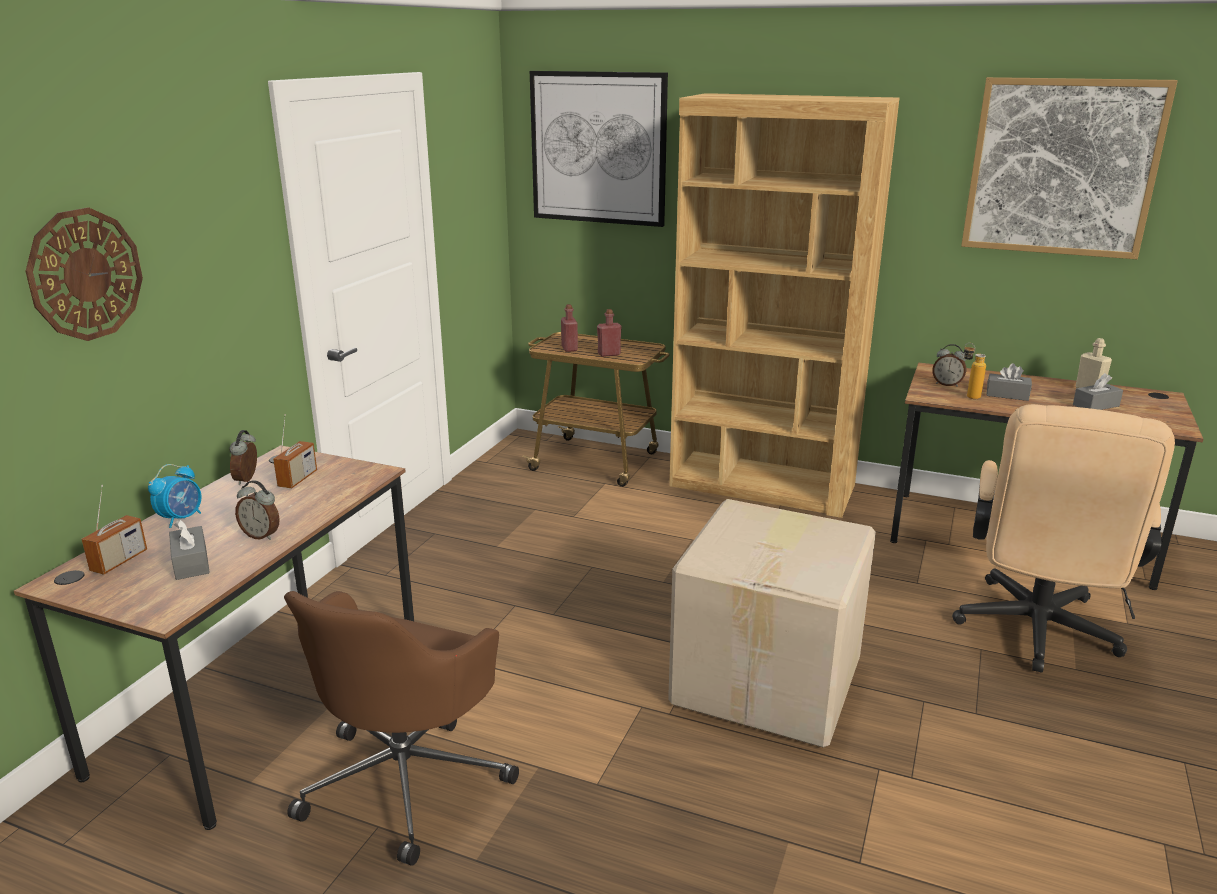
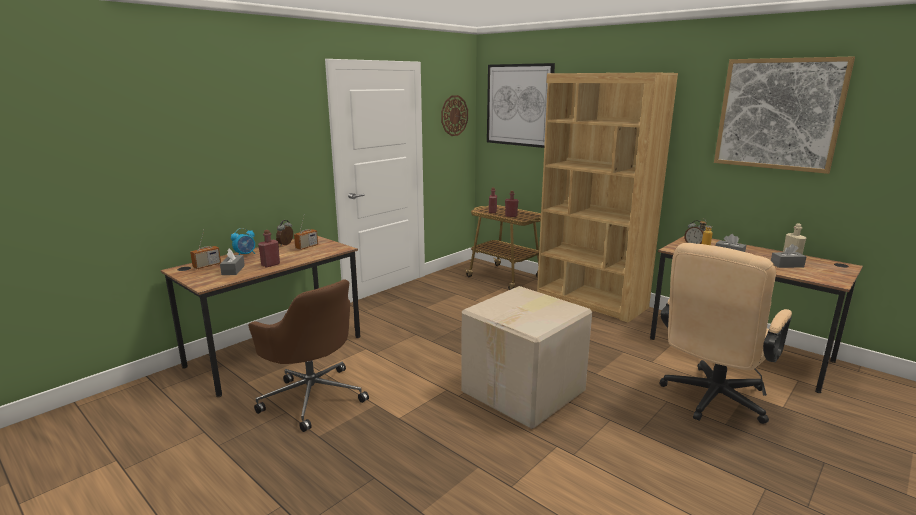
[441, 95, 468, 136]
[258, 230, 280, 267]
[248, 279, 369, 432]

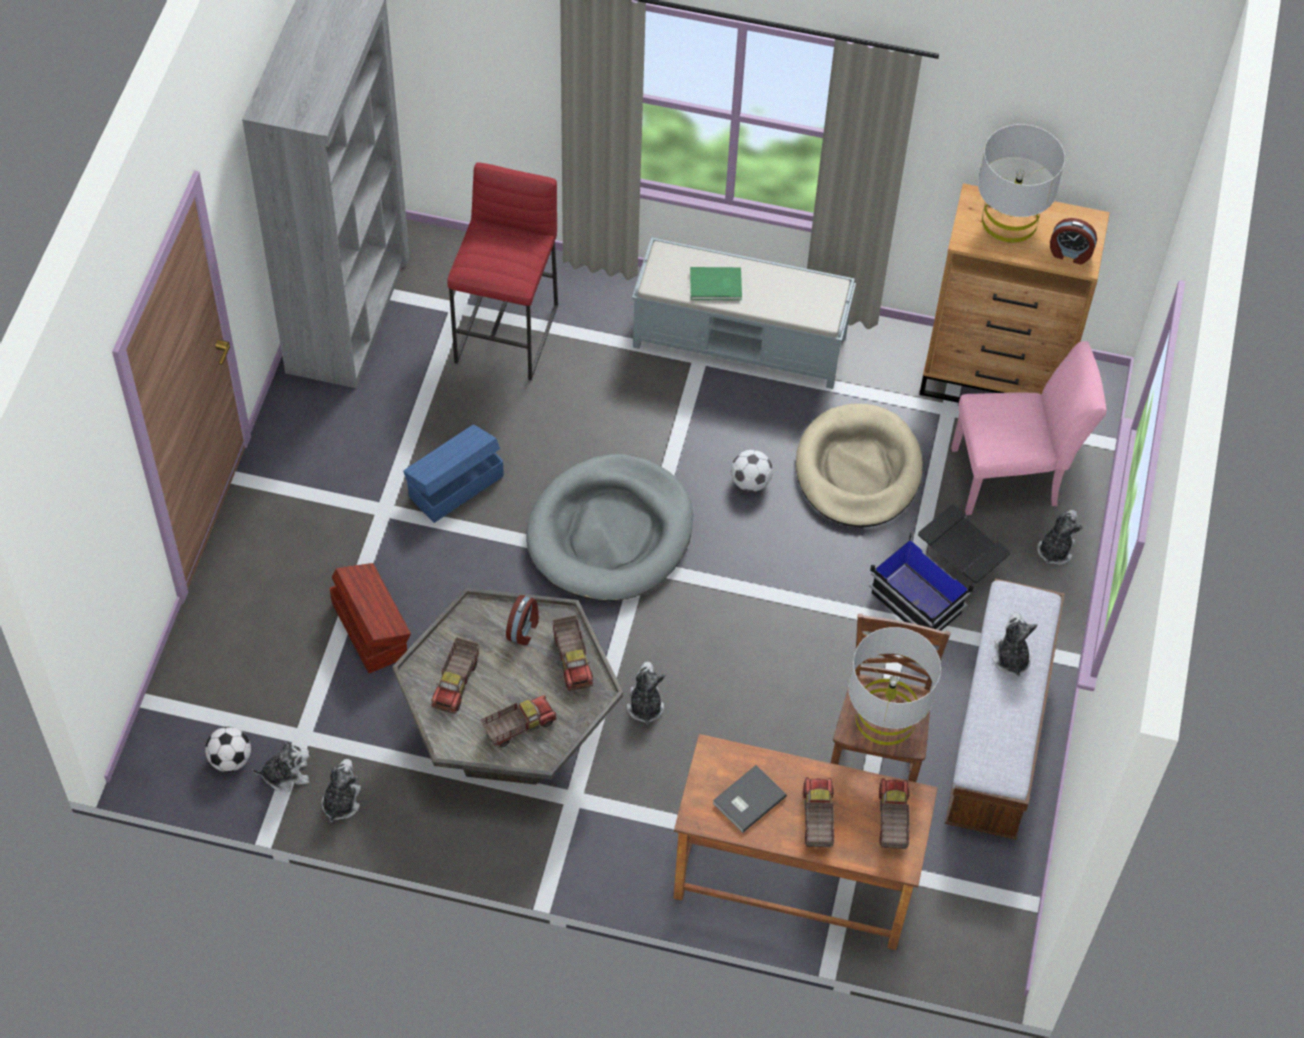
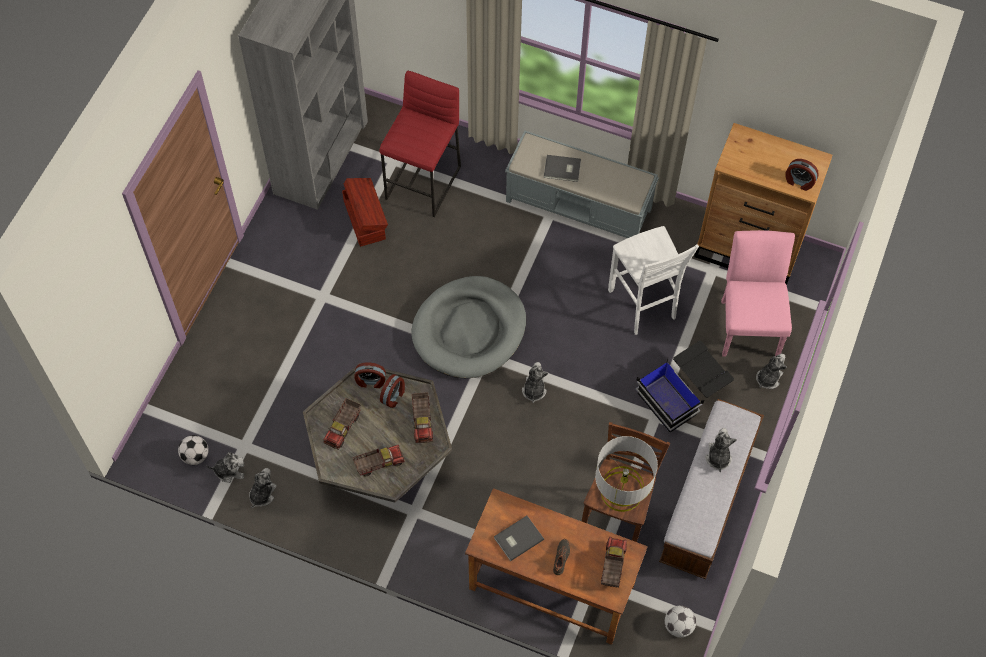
[342, 178, 388, 247]
[403, 424, 504, 523] (first image)
[522, 362, 548, 403]
[544, 155, 581, 182]
[665, 605, 696, 638]
[608, 226, 699, 335]
[553, 539, 570, 575]
[721, 230, 795, 356]
[978, 124, 1065, 243] (first image)
[354, 362, 386, 388]

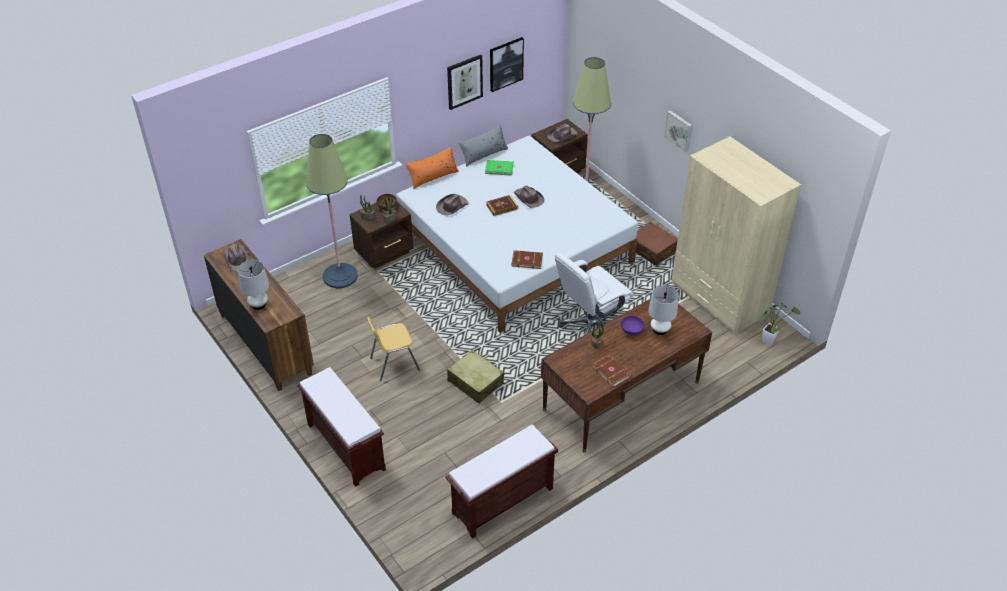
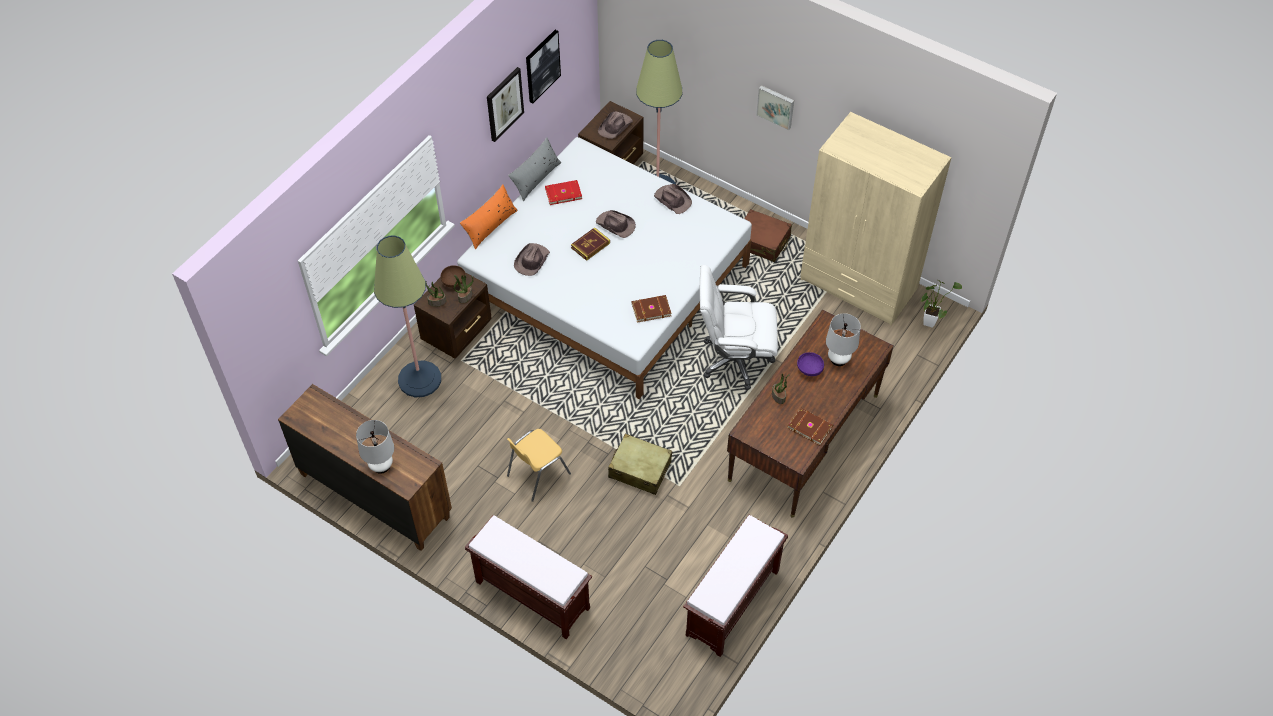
[654, 184, 692, 214]
[545, 180, 582, 205]
[700, 265, 778, 390]

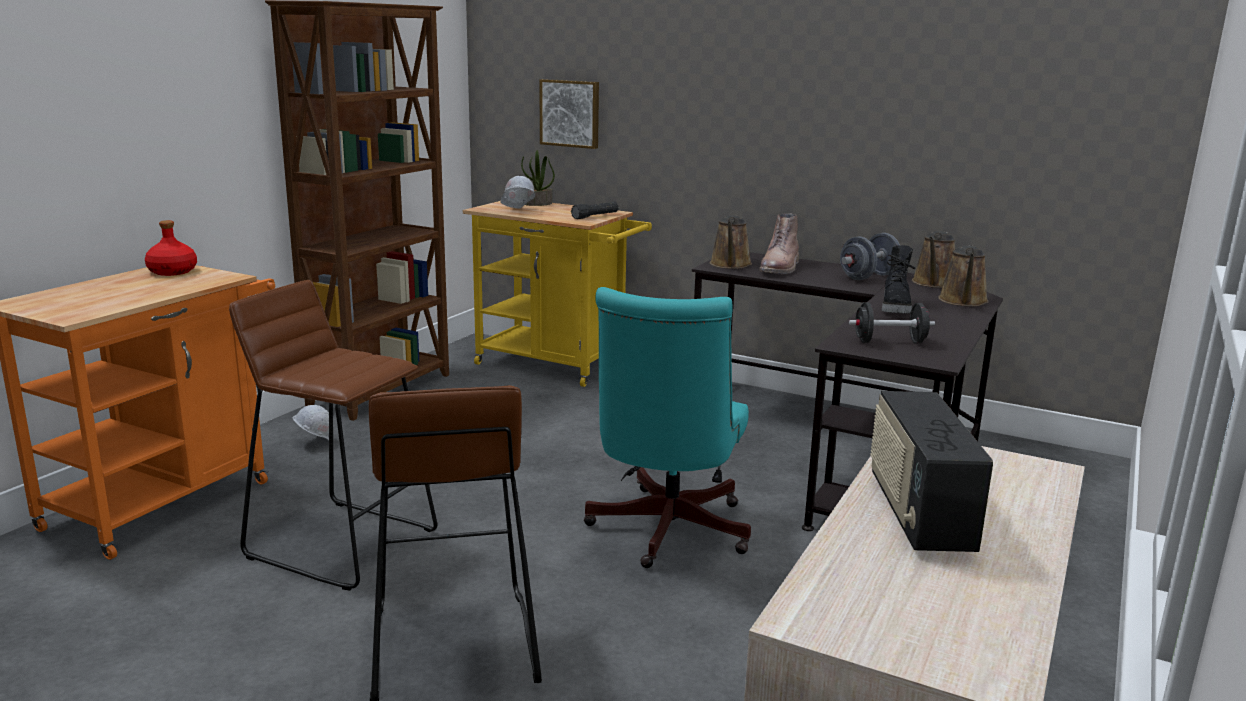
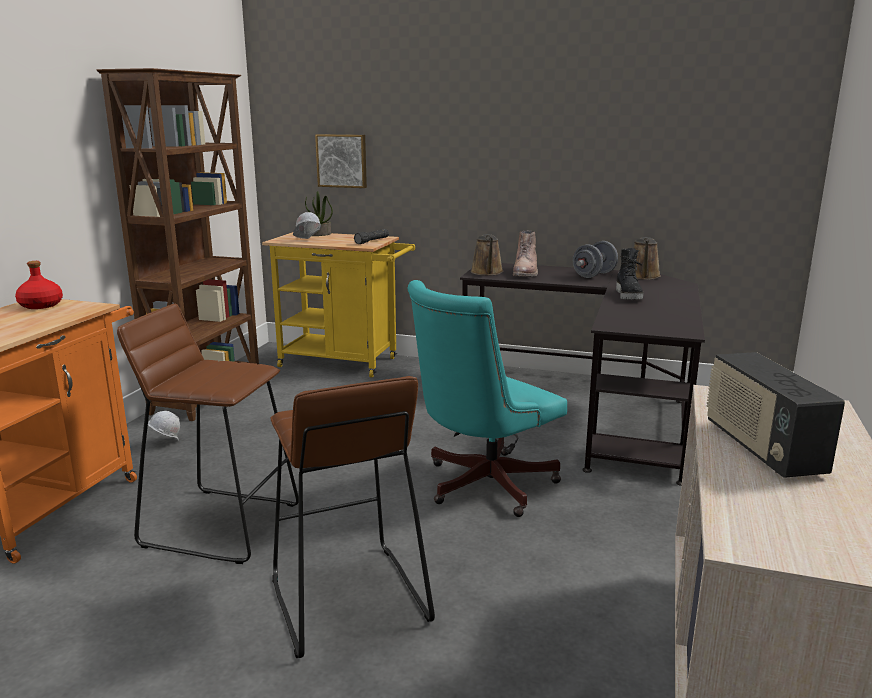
[407, 280, 567, 517]
[849, 302, 935, 344] (first image)
[938, 245, 989, 307] (first image)

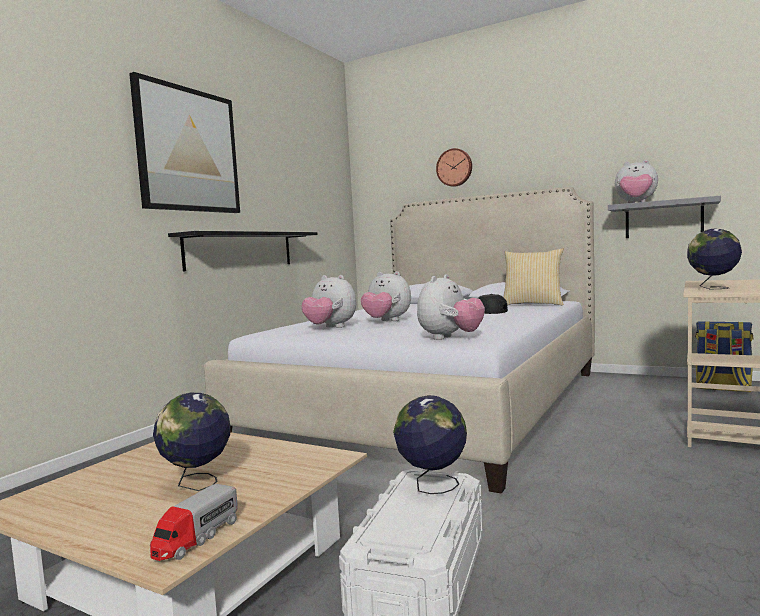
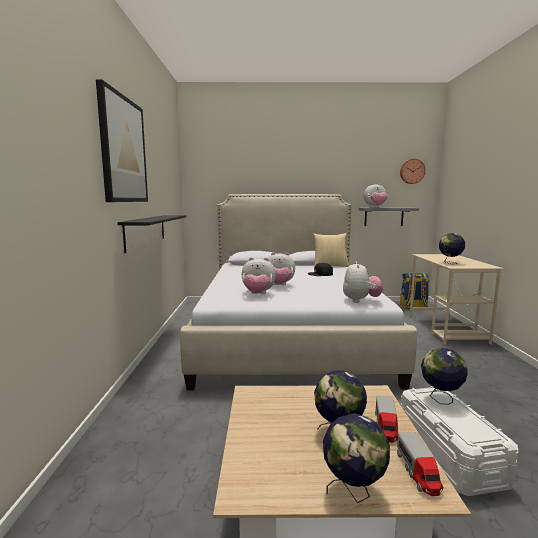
[400, 159, 426, 184]
[323, 413, 390, 503]
[375, 395, 398, 443]

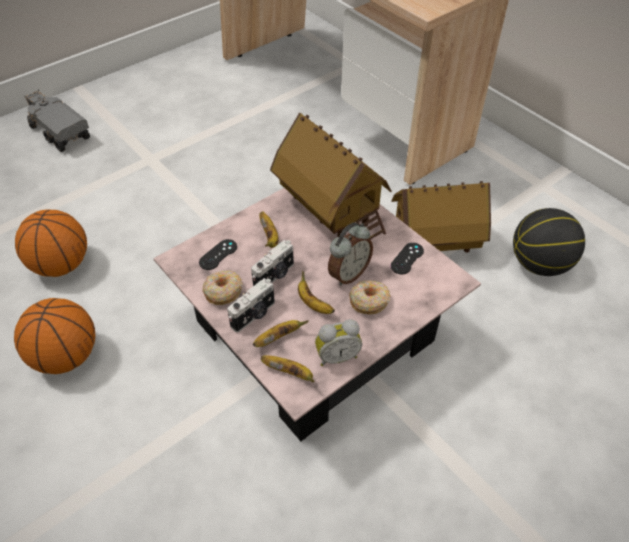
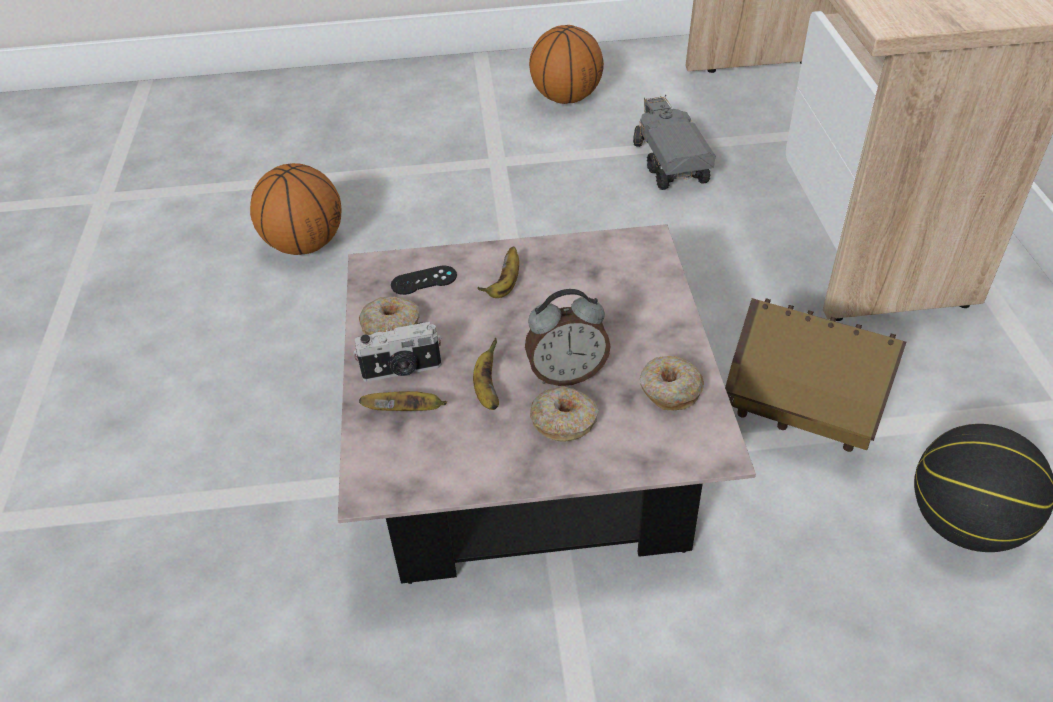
[529, 25, 604, 104]
[633, 95, 716, 190]
[251, 240, 294, 286] (first image)
[261, 355, 314, 382] (first image)
[270, 112, 392, 240] (first image)
[315, 319, 362, 366] (first image)
[640, 356, 704, 410]

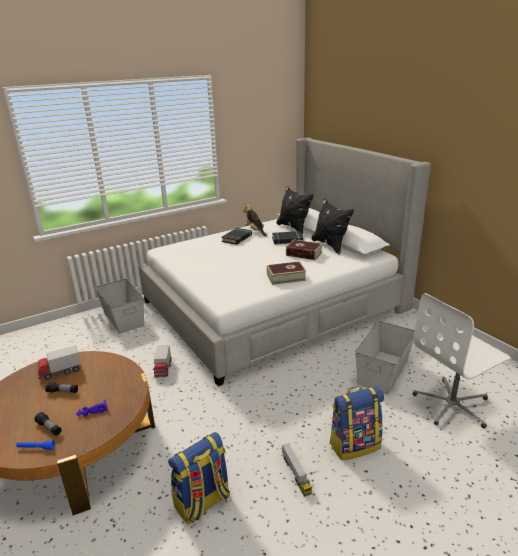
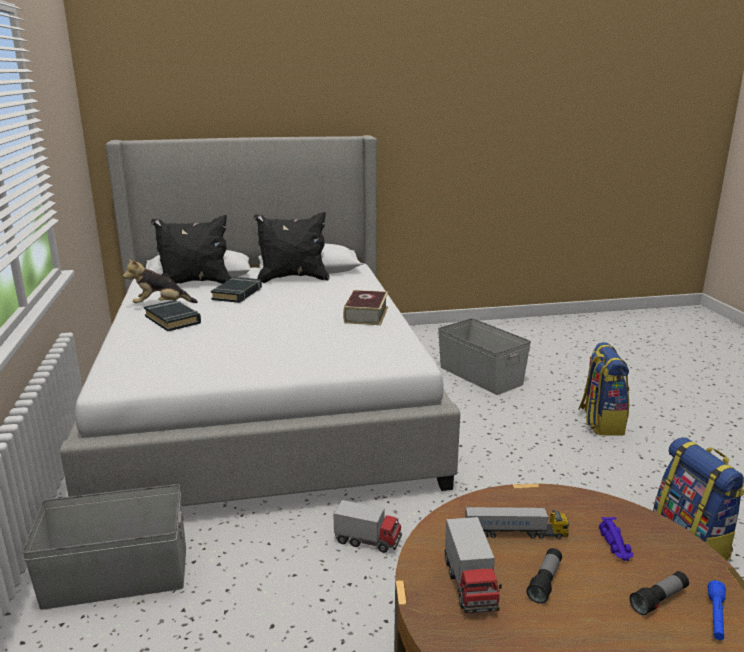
[465, 507, 570, 539]
[286, 239, 323, 260] (first image)
[413, 293, 511, 428] (first image)

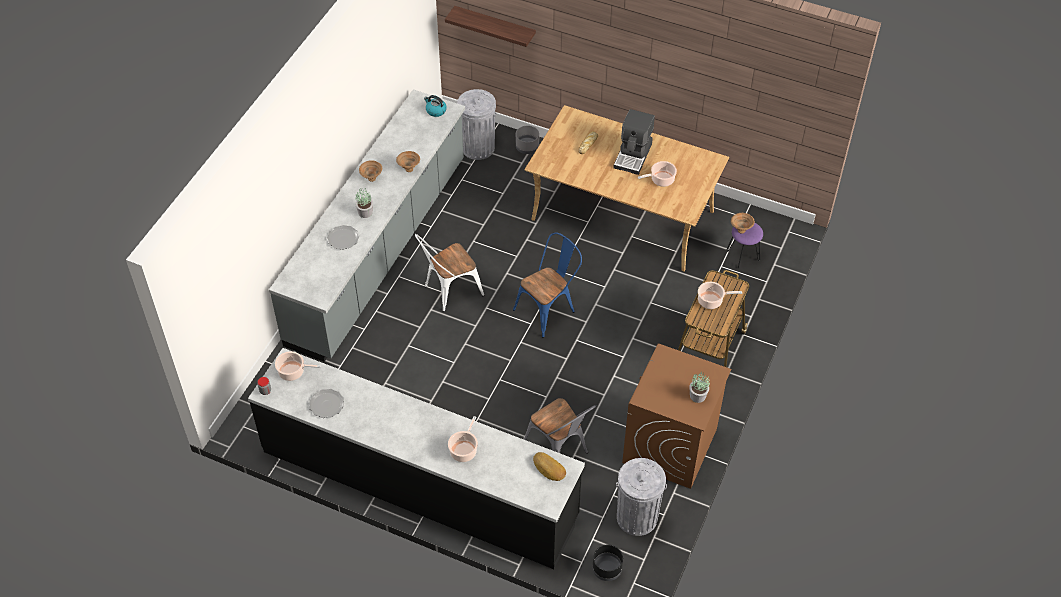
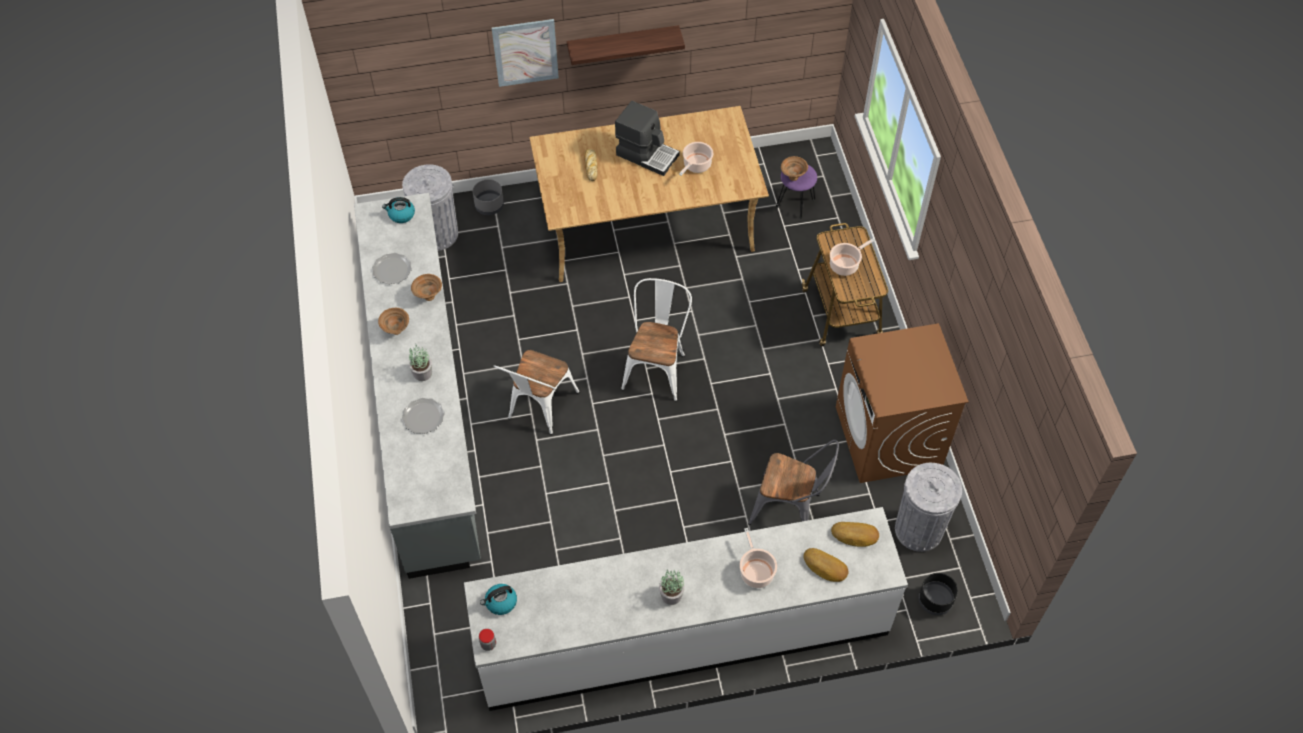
[464, 507, 908, 711]
[480, 584, 517, 615]
[372, 253, 412, 285]
[567, 25, 685, 65]
[621, 278, 692, 402]
[615, 101, 680, 176]
[659, 570, 685, 605]
[492, 19, 559, 87]
[803, 548, 848, 582]

